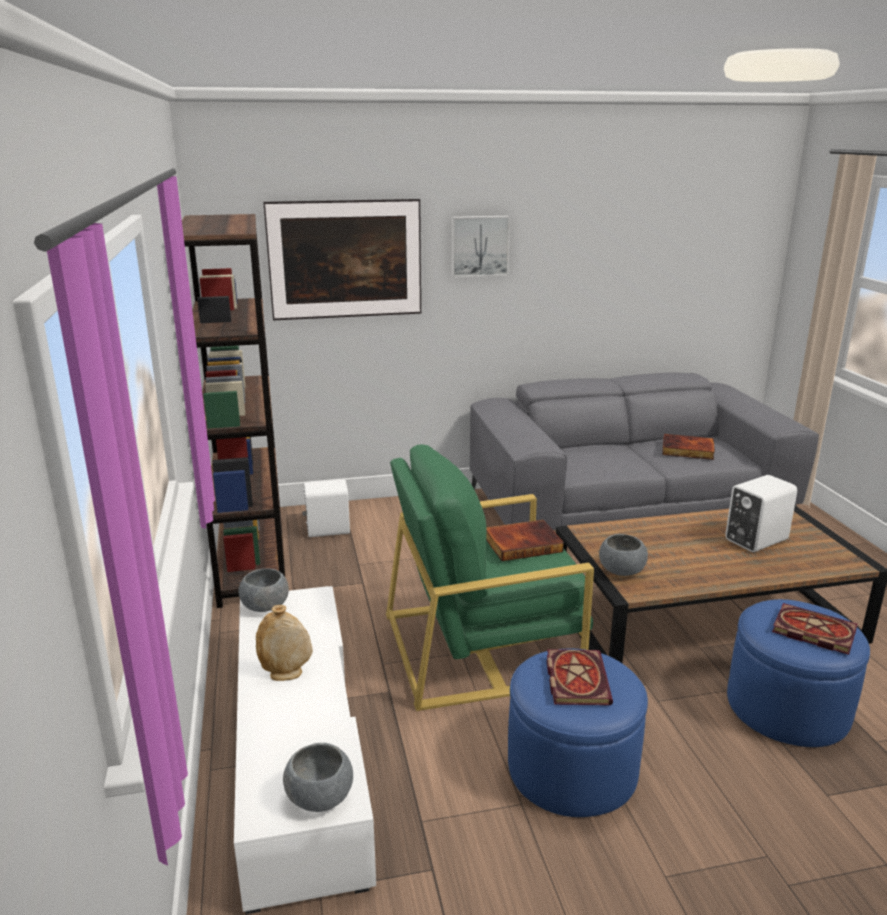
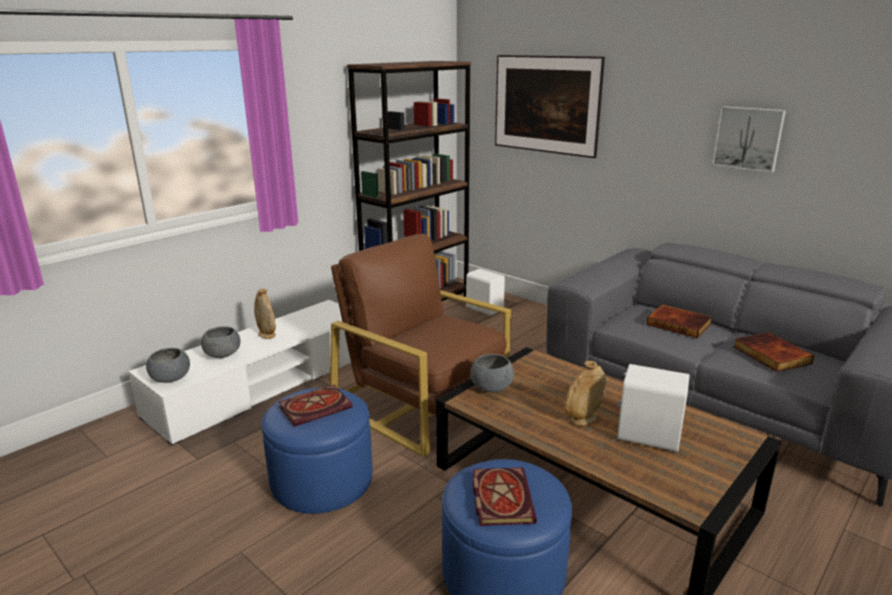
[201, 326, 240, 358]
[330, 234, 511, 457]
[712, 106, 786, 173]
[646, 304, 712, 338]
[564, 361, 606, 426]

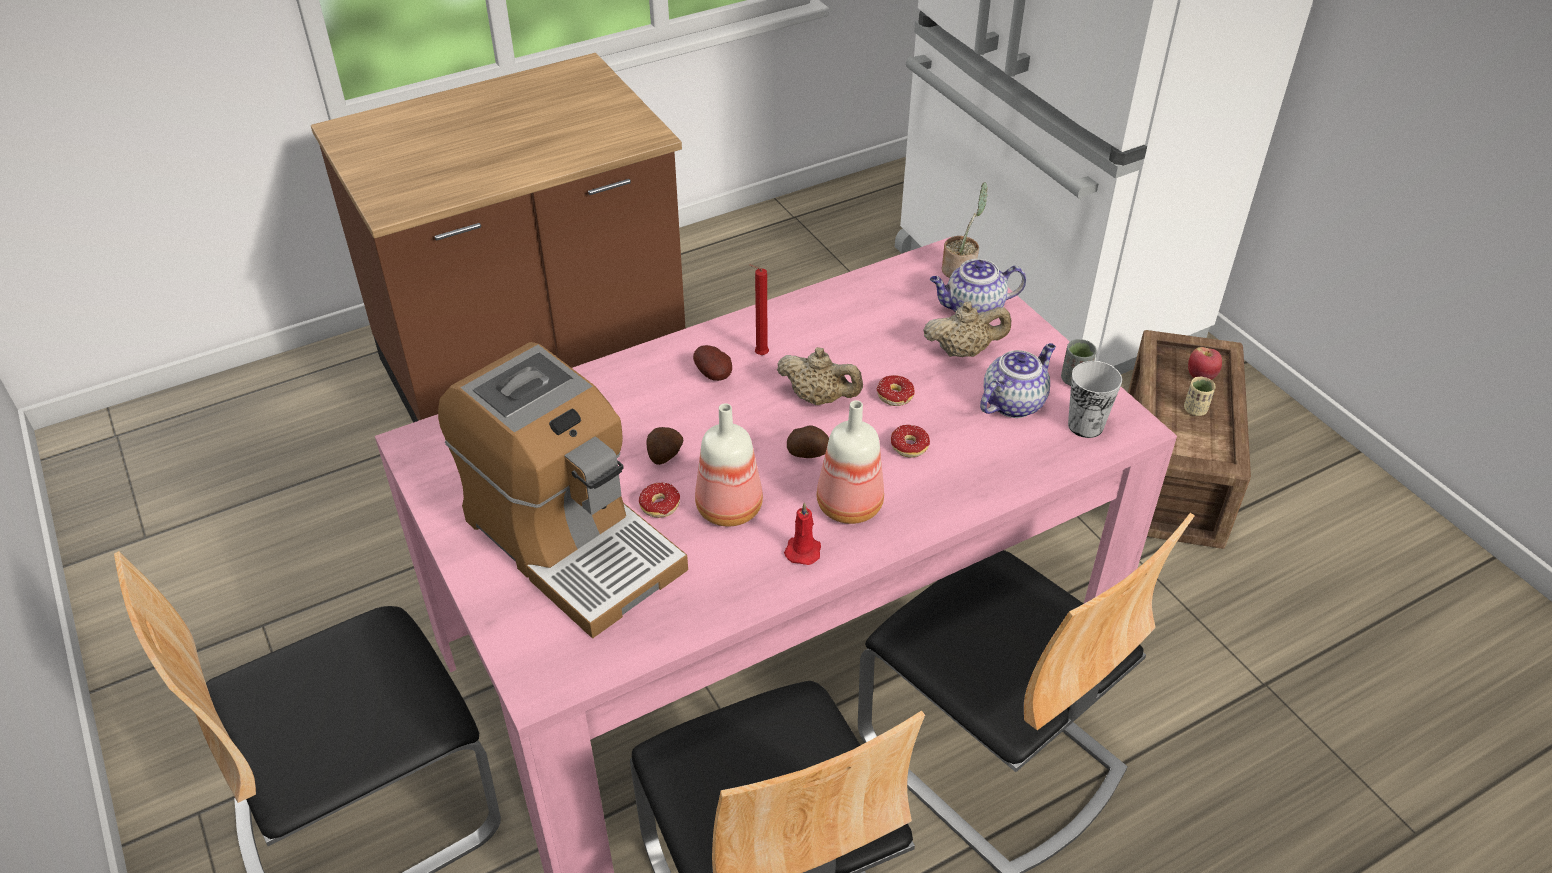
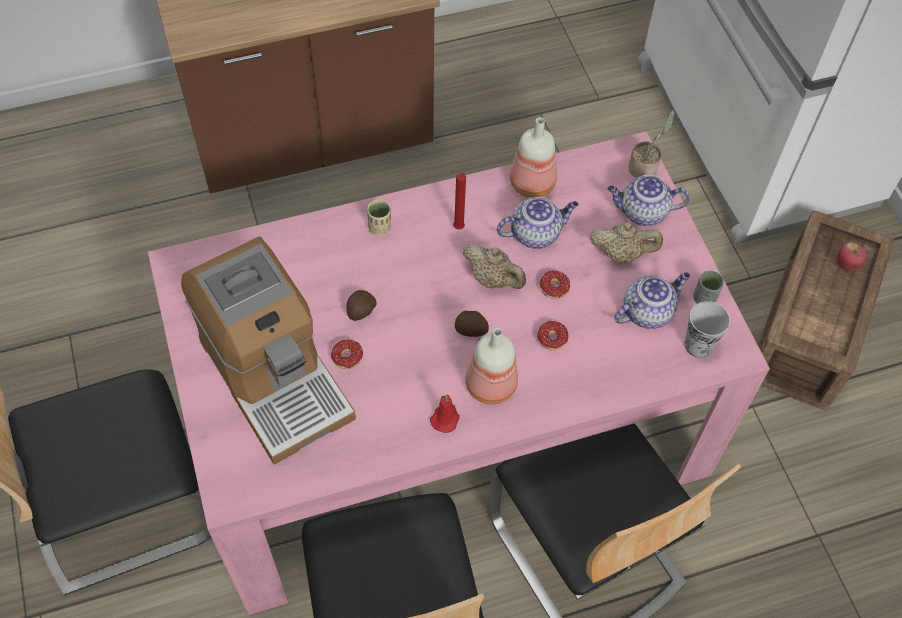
[693, 345, 732, 381] (first image)
[510, 117, 557, 198]
[367, 199, 391, 236]
[497, 197, 579, 249]

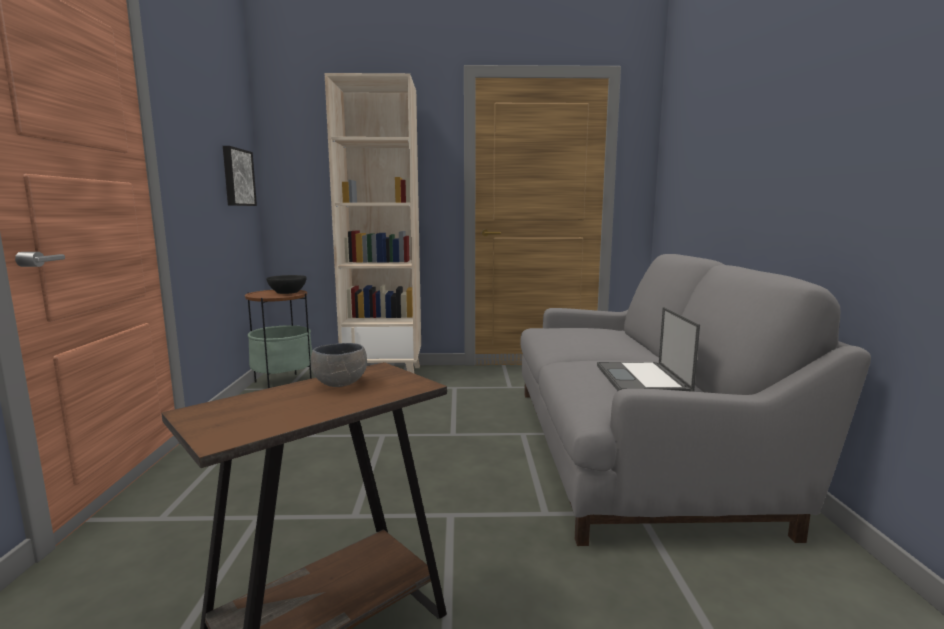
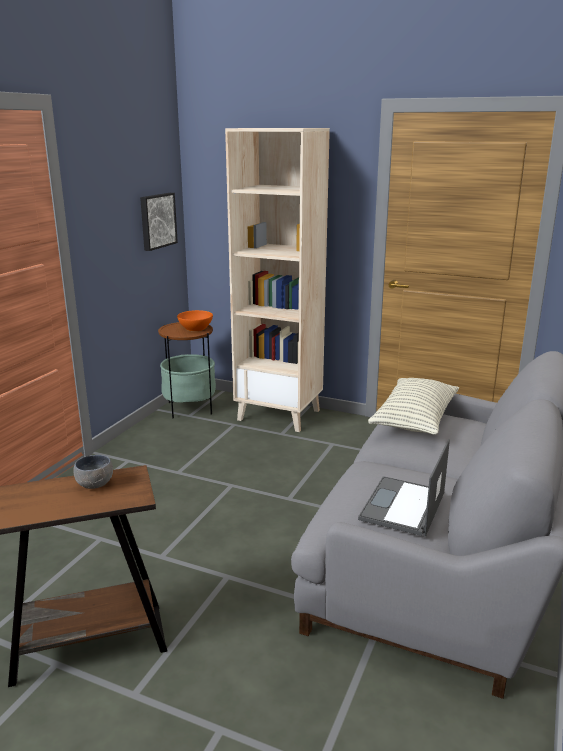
[177, 310, 213, 331]
[368, 378, 459, 435]

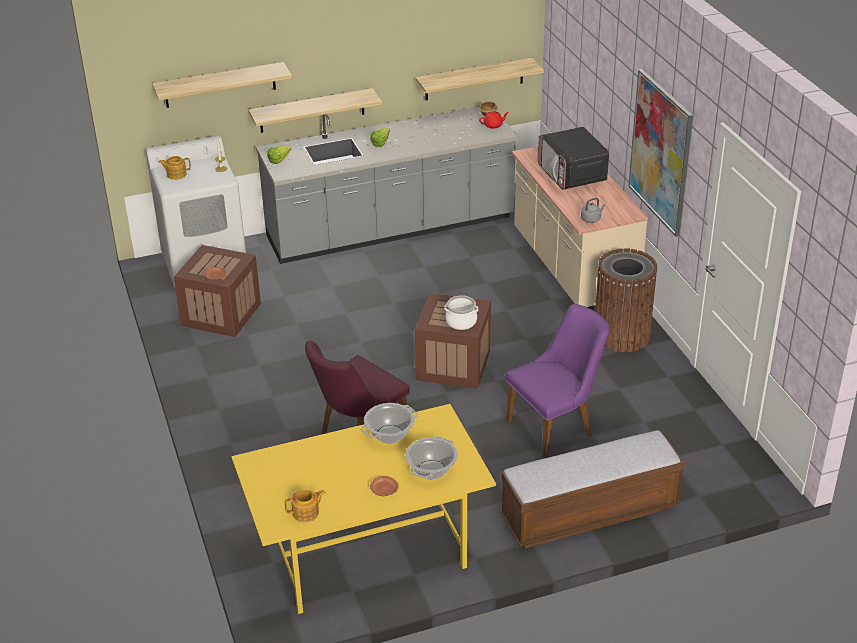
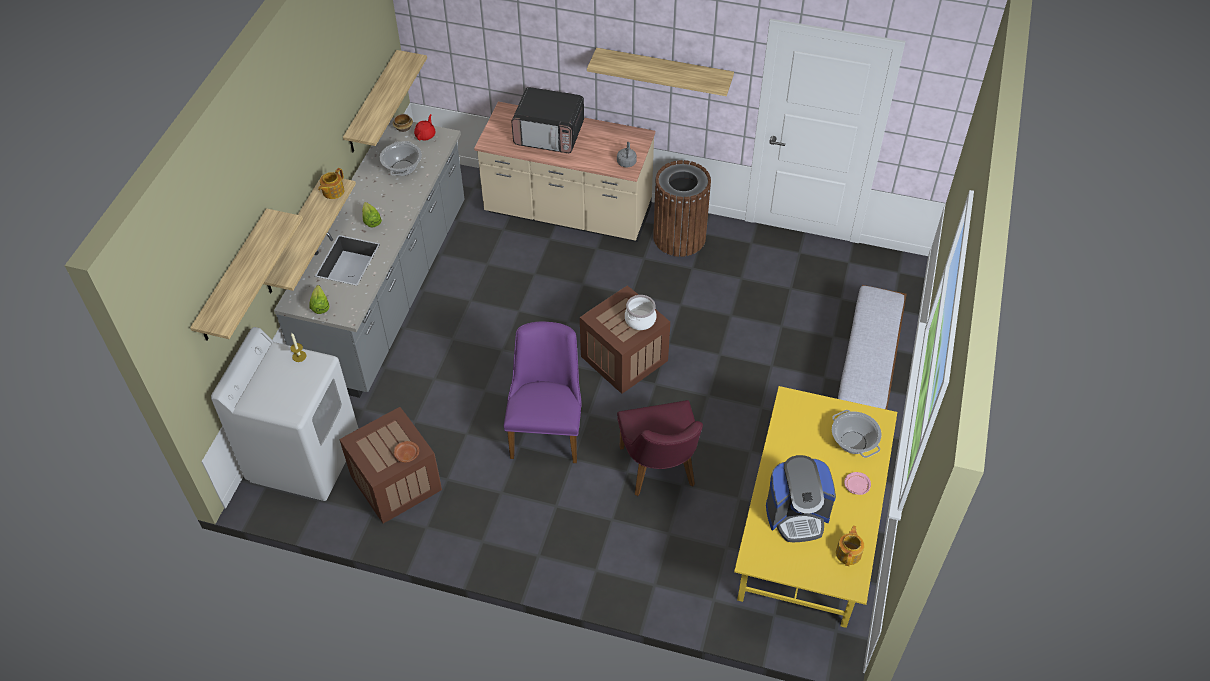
[318, 168, 344, 199]
[380, 141, 422, 176]
[844, 472, 871, 495]
[504, 322, 582, 463]
[587, 48, 734, 96]
[766, 455, 836, 542]

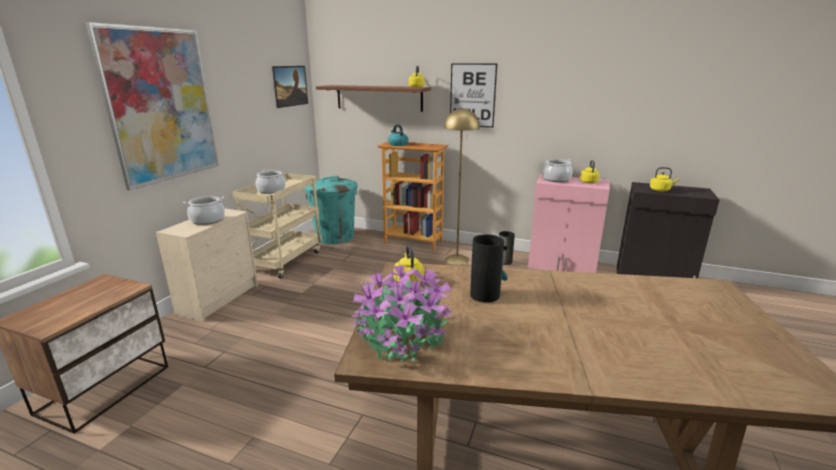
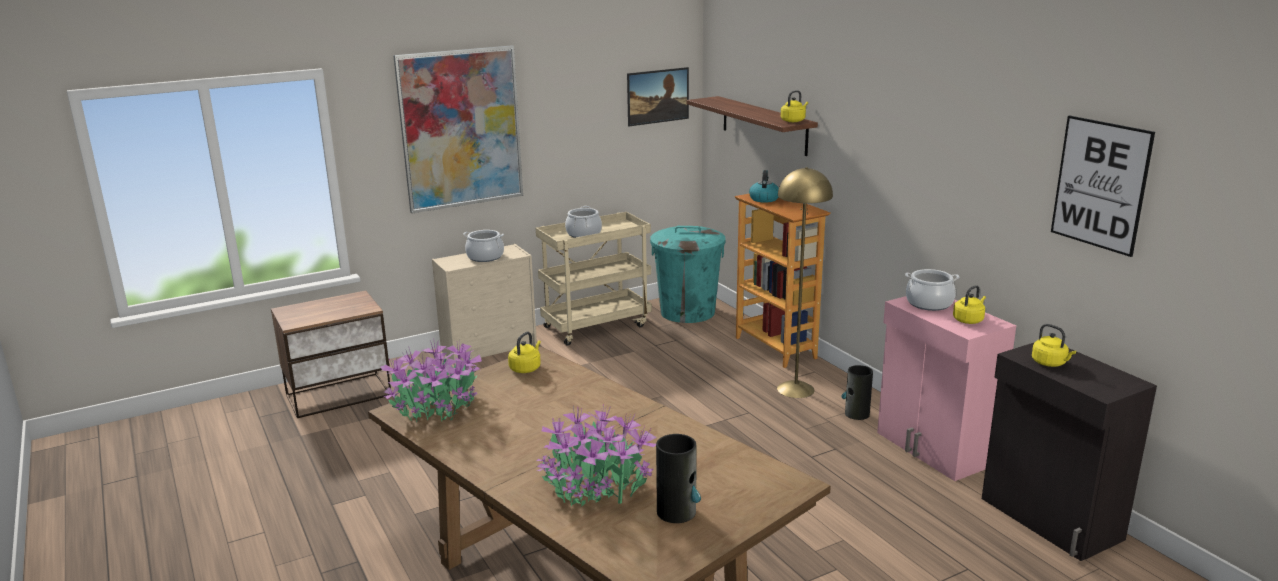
[1051, 116, 1155, 257]
[656, 434, 701, 523]
[536, 405, 657, 507]

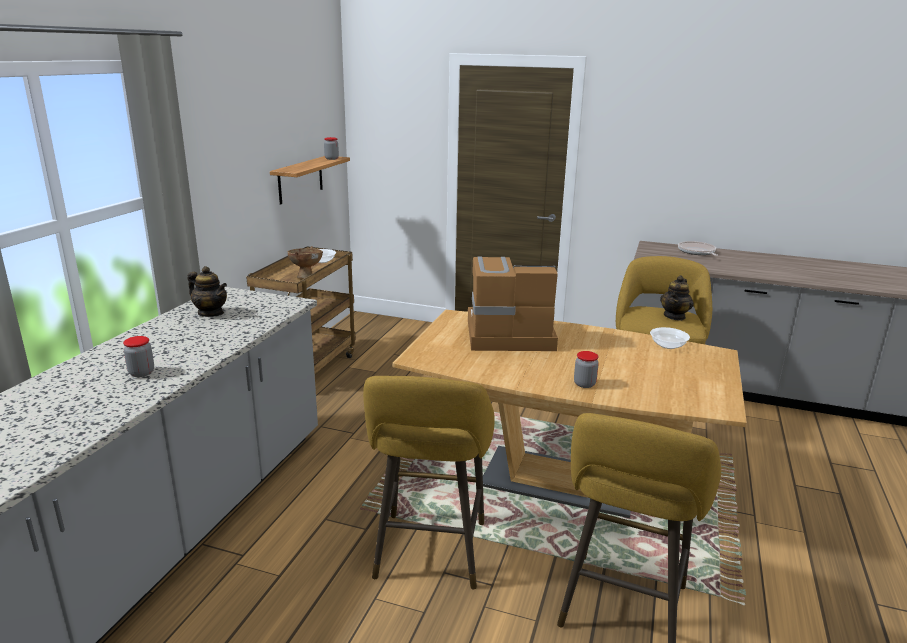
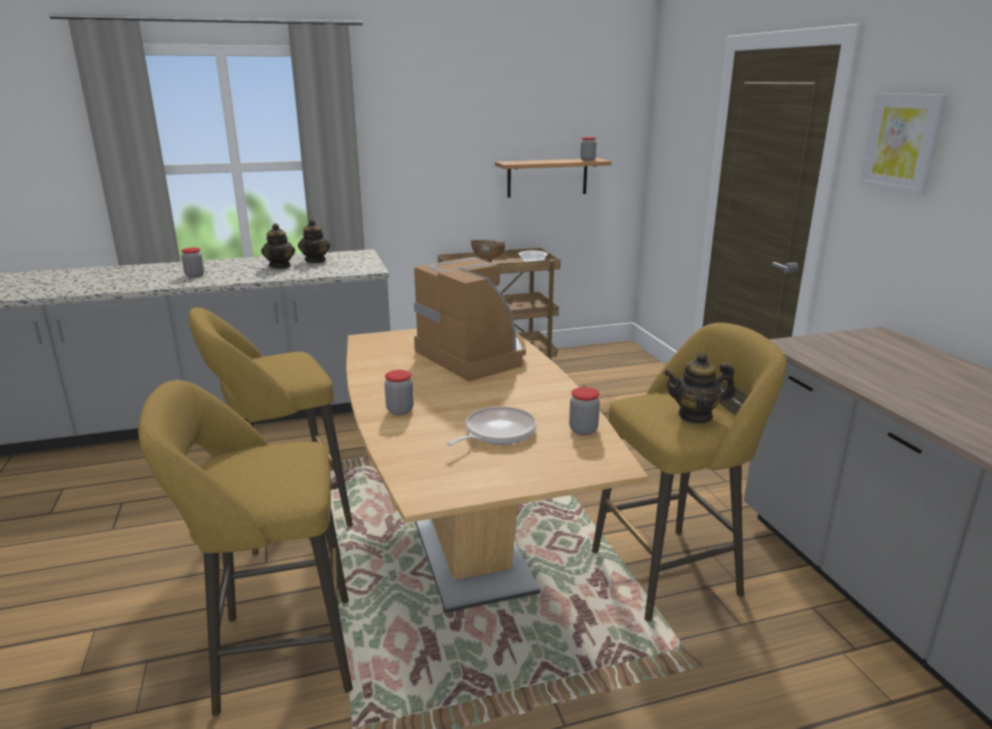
[569, 387, 600, 435]
[446, 406, 537, 446]
[261, 223, 295, 269]
[859, 93, 948, 195]

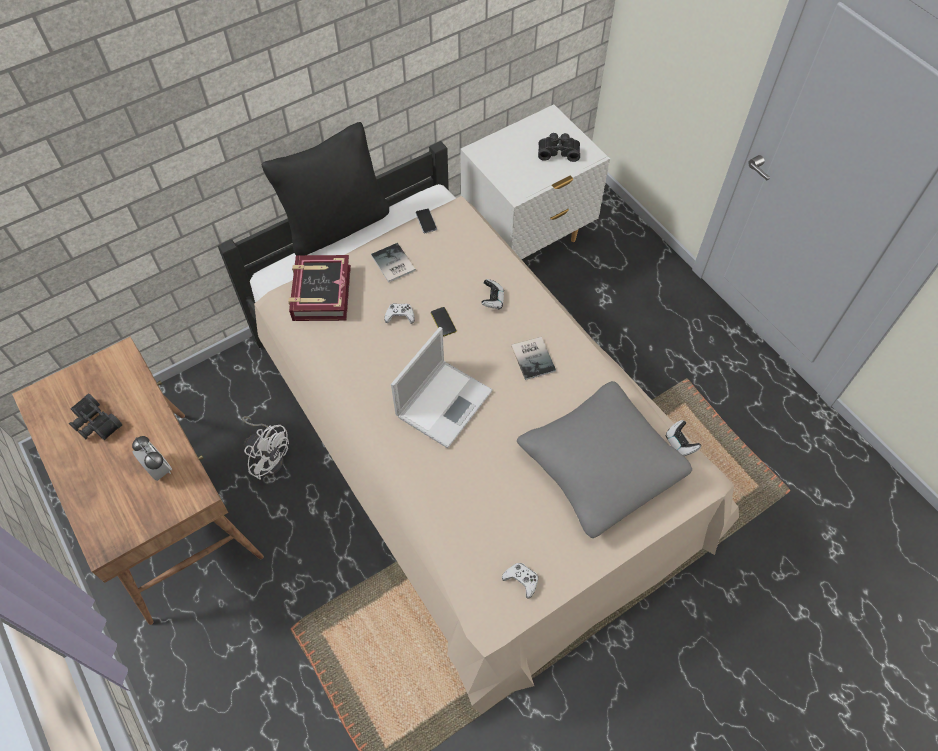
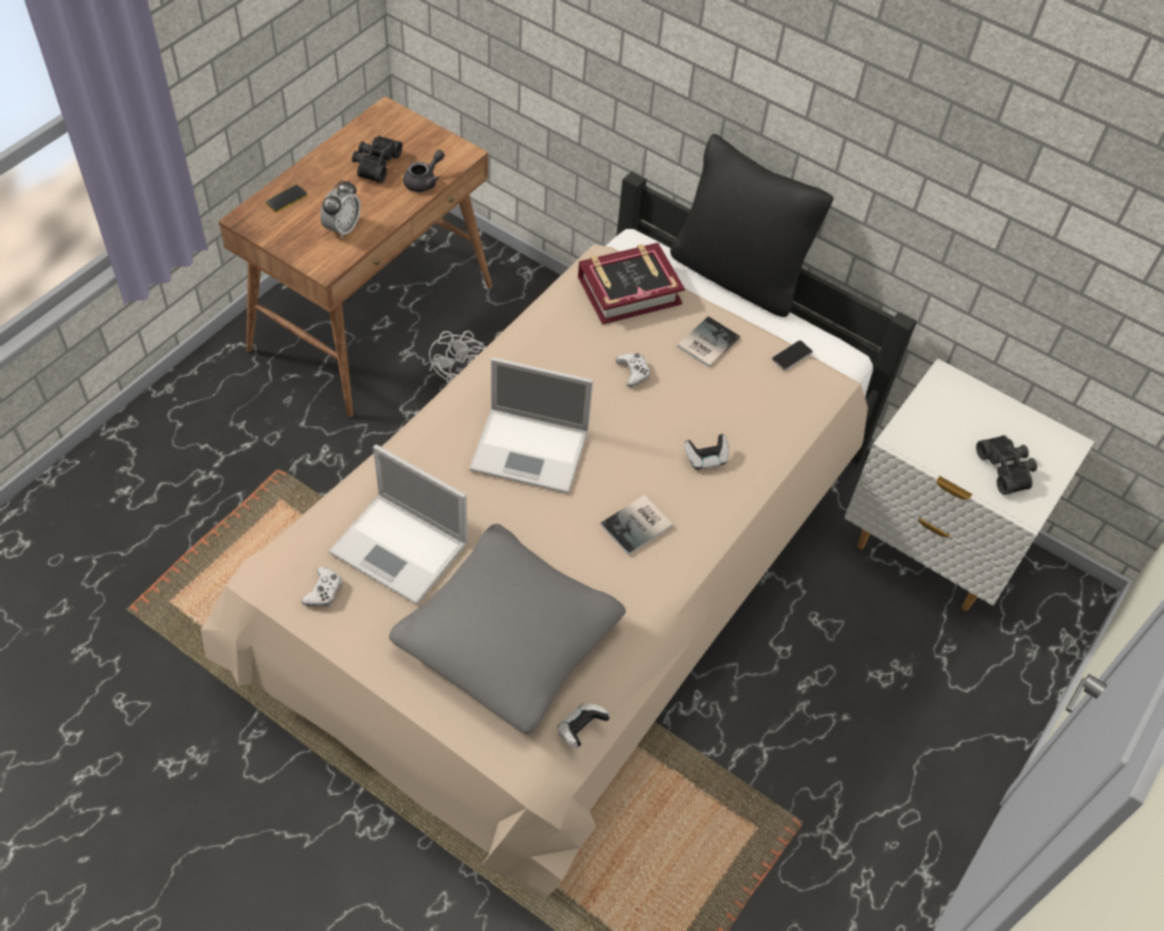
[266, 184, 307, 212]
[328, 444, 468, 605]
[403, 150, 445, 192]

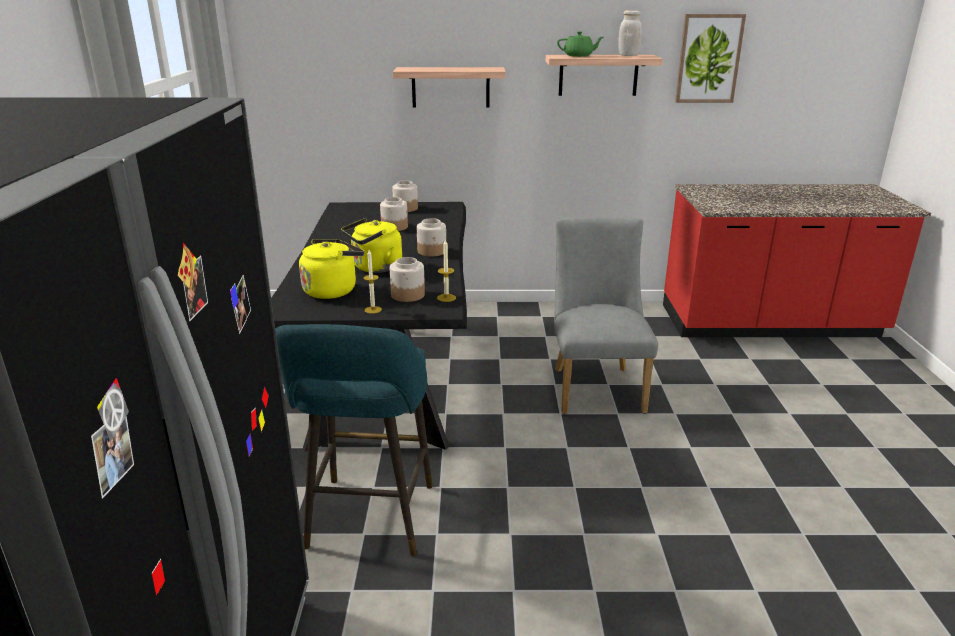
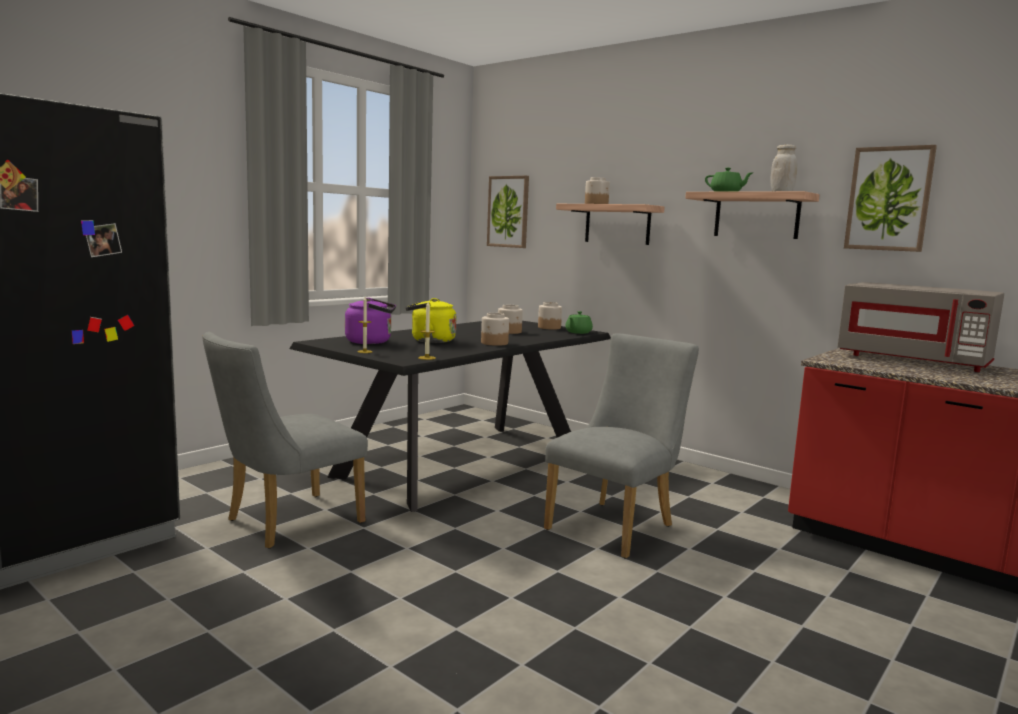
[203, 332, 368, 549]
[345, 298, 396, 344]
[585, 177, 610, 204]
[487, 176, 529, 248]
[565, 311, 593, 334]
[837, 282, 1004, 372]

